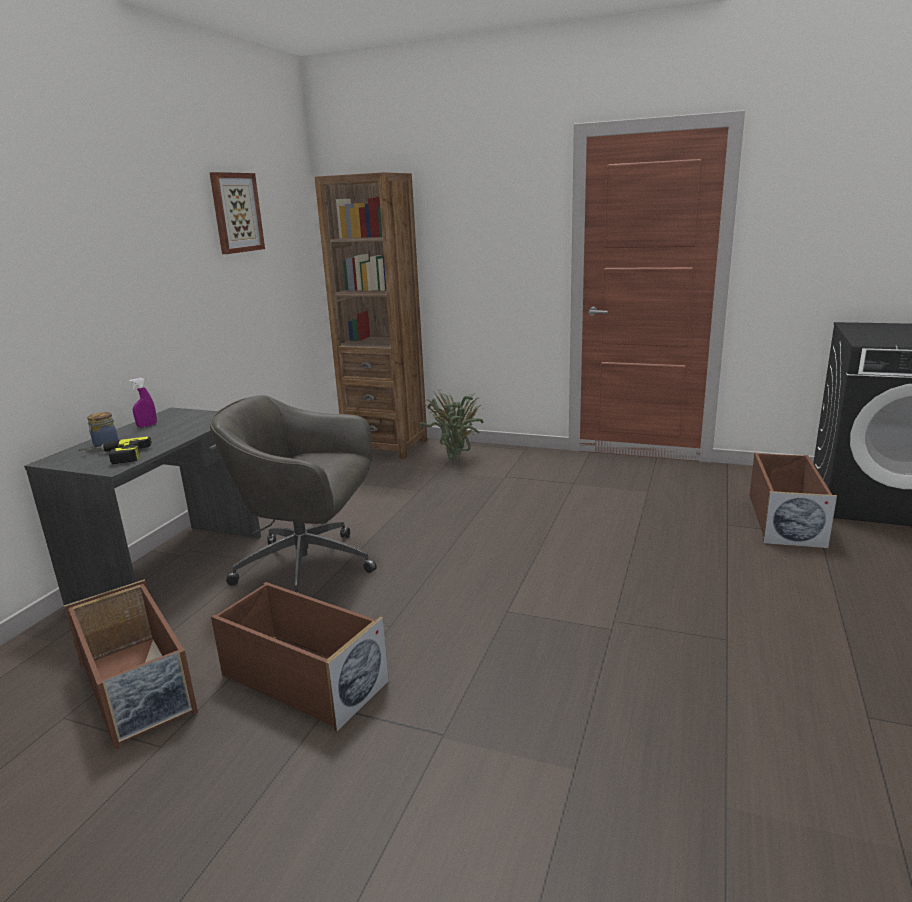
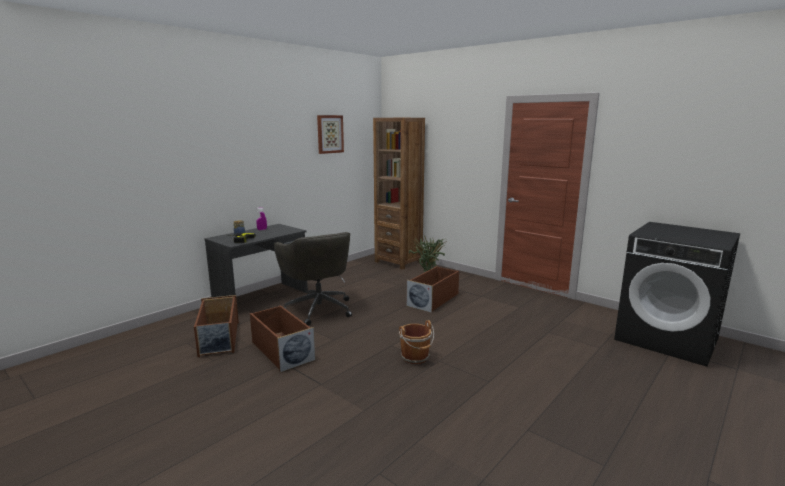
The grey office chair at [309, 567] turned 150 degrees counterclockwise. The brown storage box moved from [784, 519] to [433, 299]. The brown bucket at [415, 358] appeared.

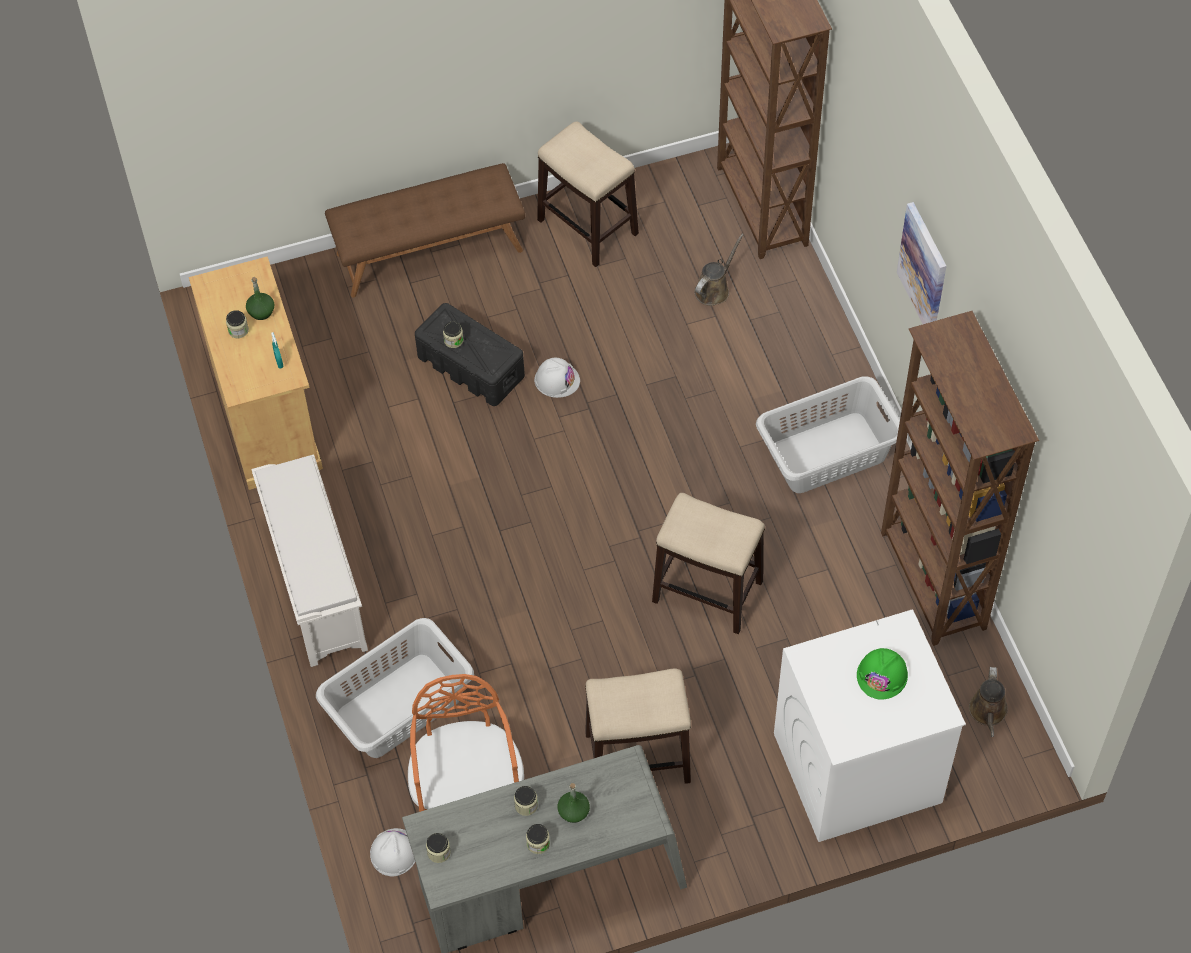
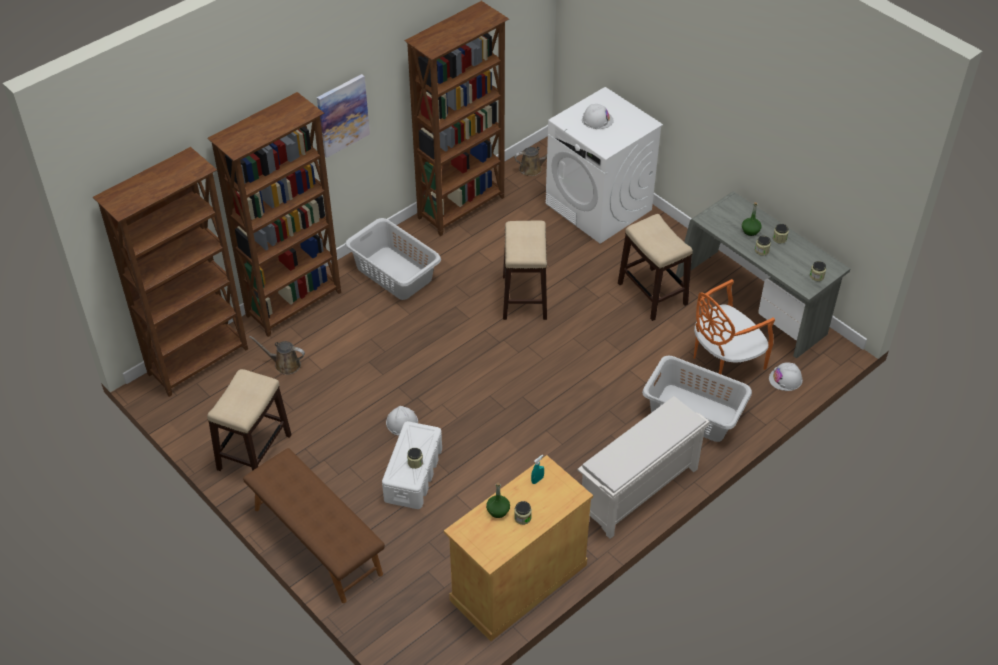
The black storage box at [471, 367] became the white storage box at [413, 474]. The green hard hat at [882, 675] became the white hard hat at [597, 120]. The brown bookcase at [295, 304] appeared.

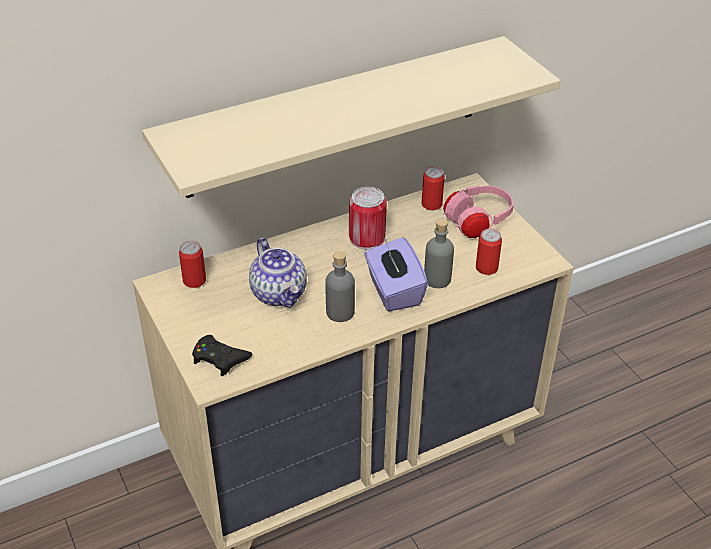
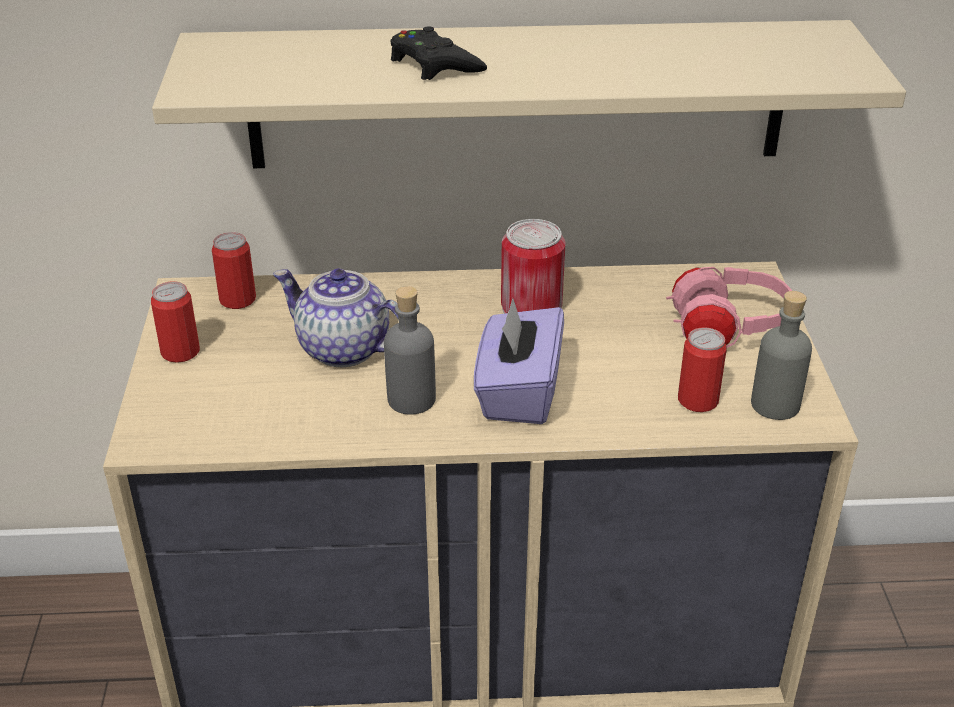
The can moved from [431, 204] to [180, 352]. The grey bottle moved from [437, 279] to [775, 404]. The teapot at [280, 294] turned 120 degrees clockwise. The black game controller moved from [219, 358] to [434, 64].

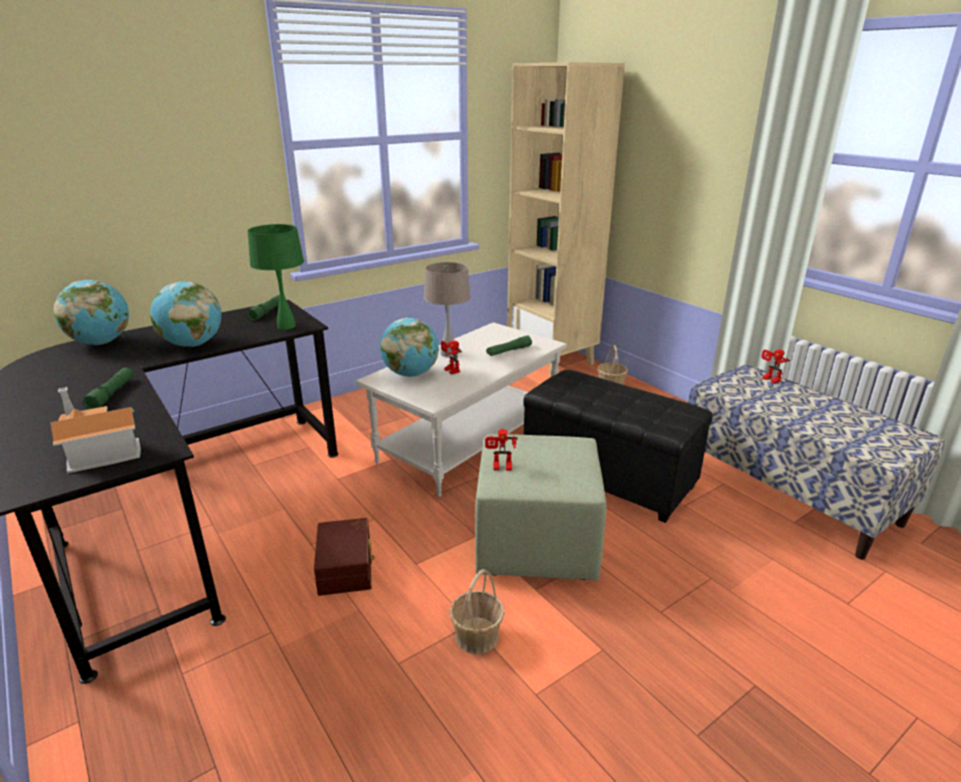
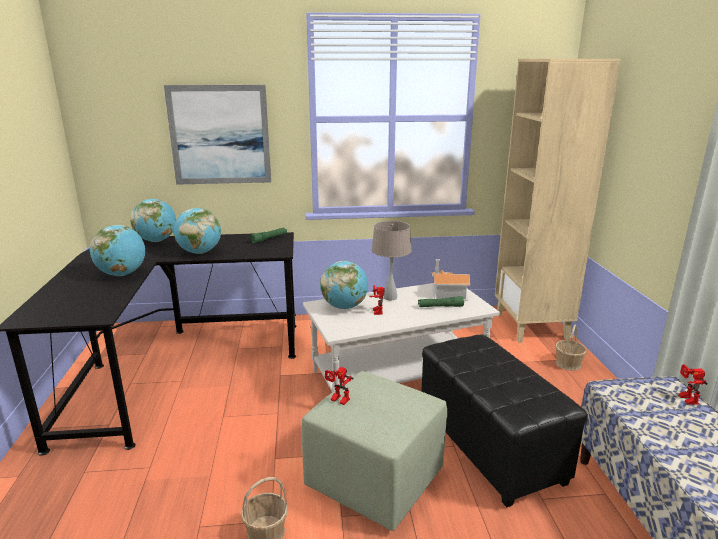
The green table lamp at [286, 326] disappeared. The green flashlight at [112, 394] was replaced by the globe at [122, 274]. The toy house moved from [97, 451] to [446, 293]. The brown storage box at [347, 567] disappeared. The picture at [220, 135] appeared.

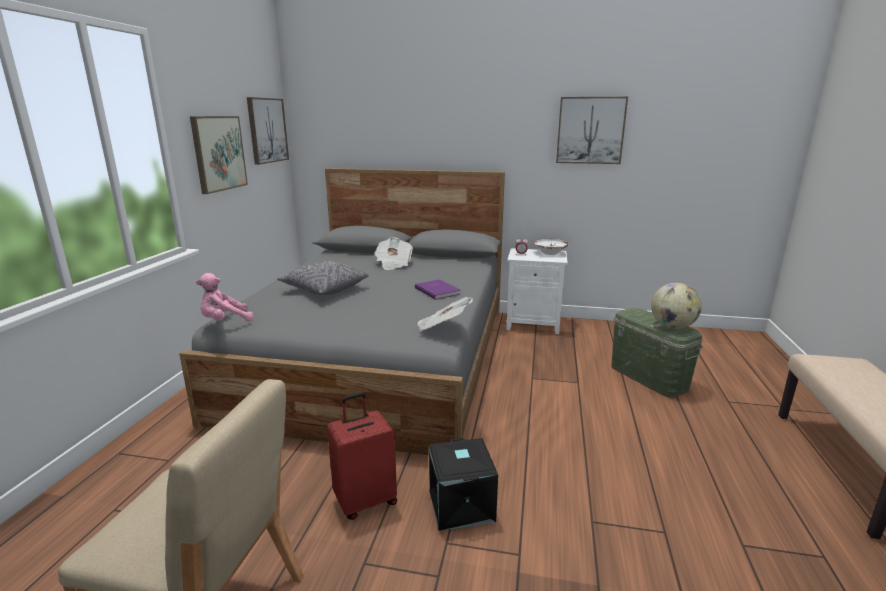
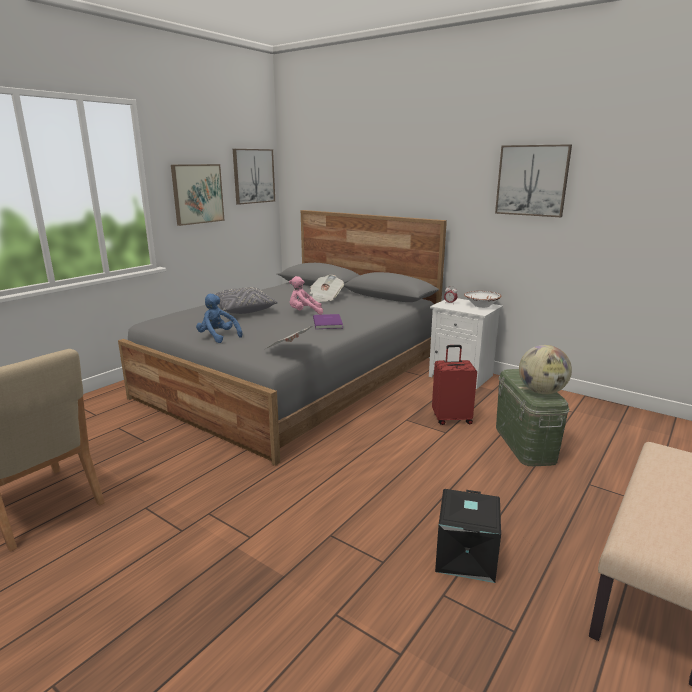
The pink plush toy moved from [225, 321] to [304, 313]. The red suitcase moved from [365, 500] to [451, 419]. The black storage box moved from [459, 505] to [464, 556]. The blue plush toy at [218, 337] appeared.

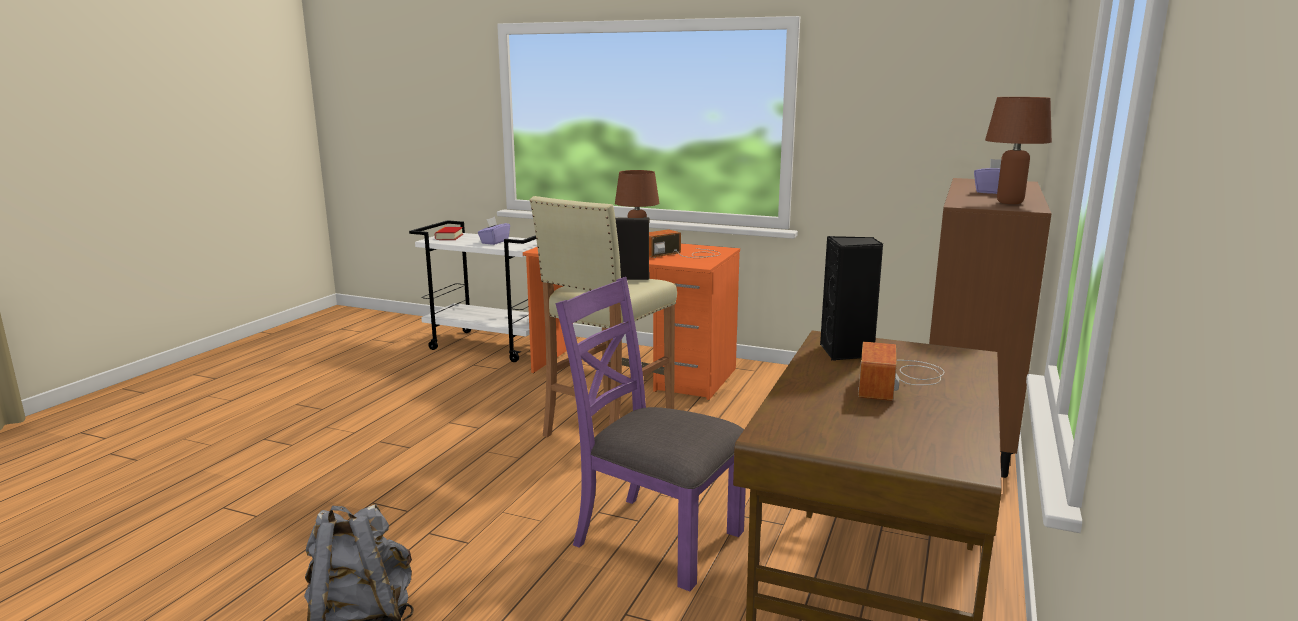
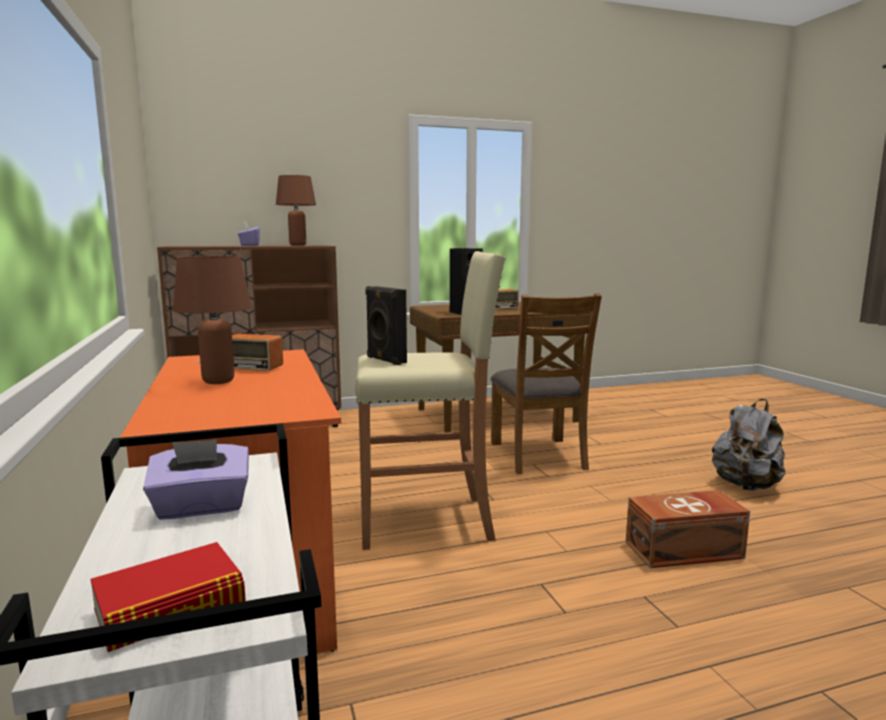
The purple chair at [656, 538] became the brown chair at [539, 455]. The brown storage box at [686, 551] appeared.

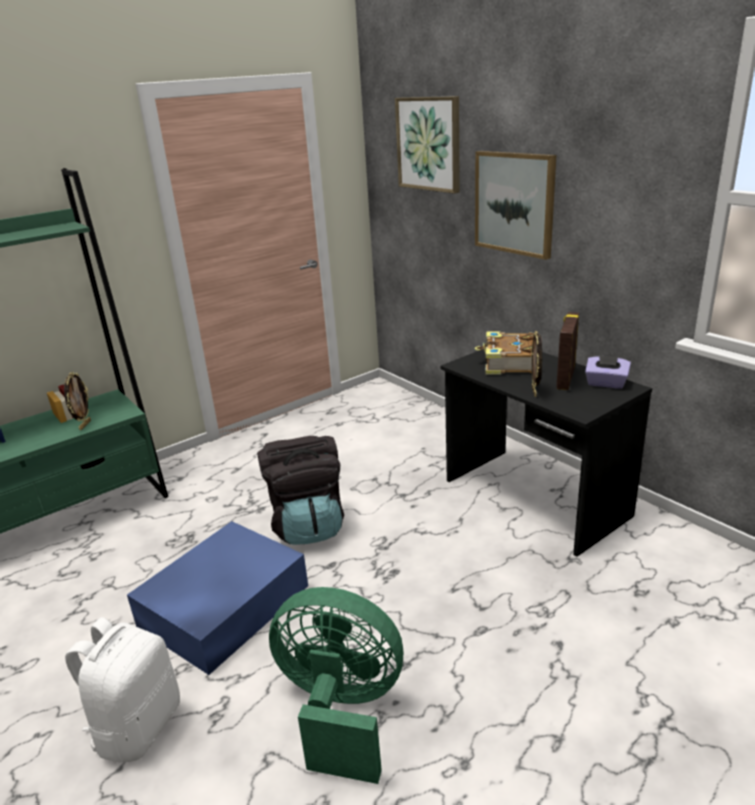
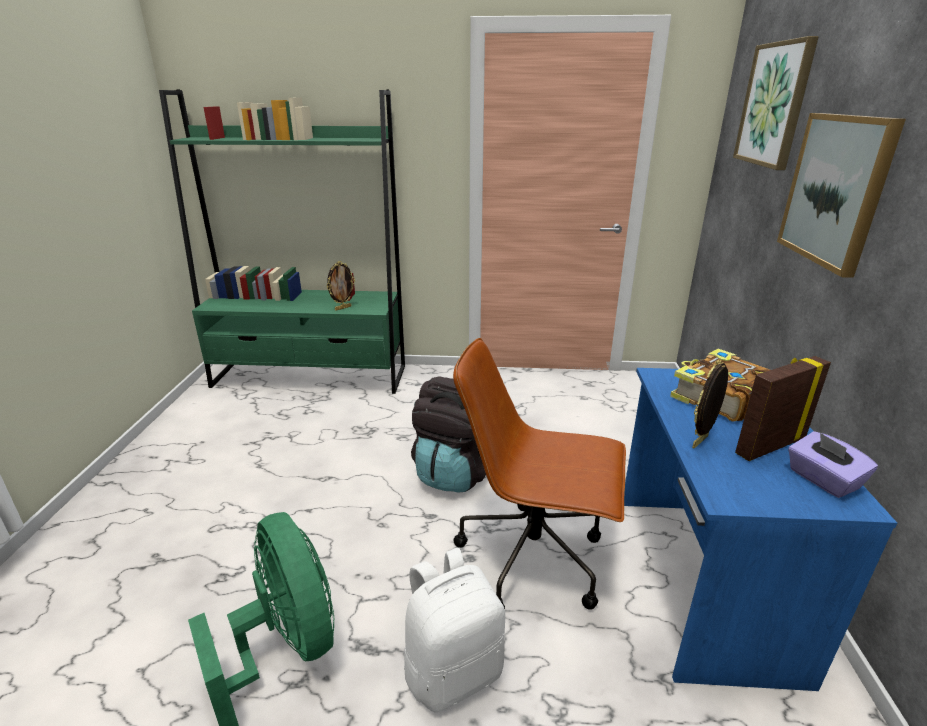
The black desk at [534, 499] became the blue desk at [699, 580]. The blue storage box at [222, 607] disappeared. The white backpack moved from [138, 726] to [453, 671]. The brown office chair at [534, 558] appeared.

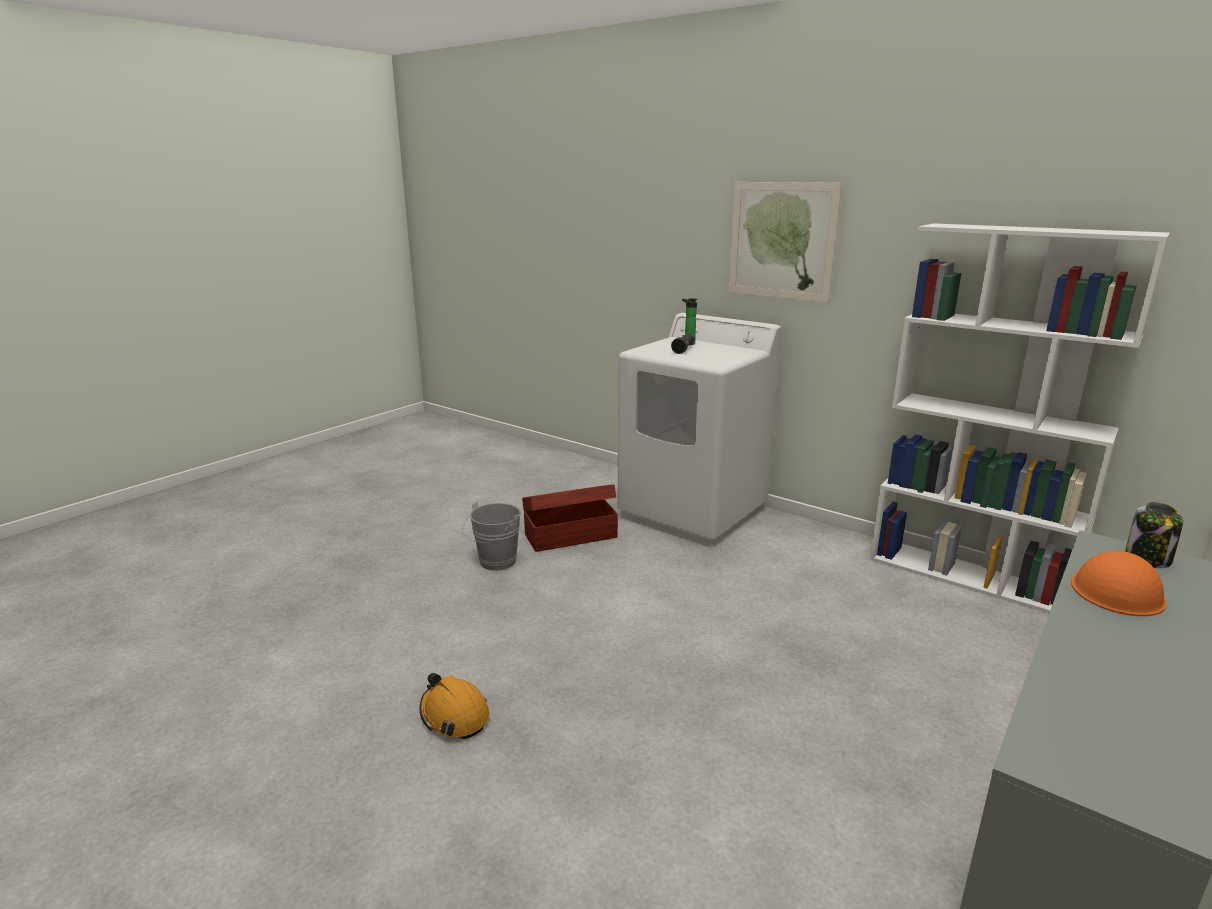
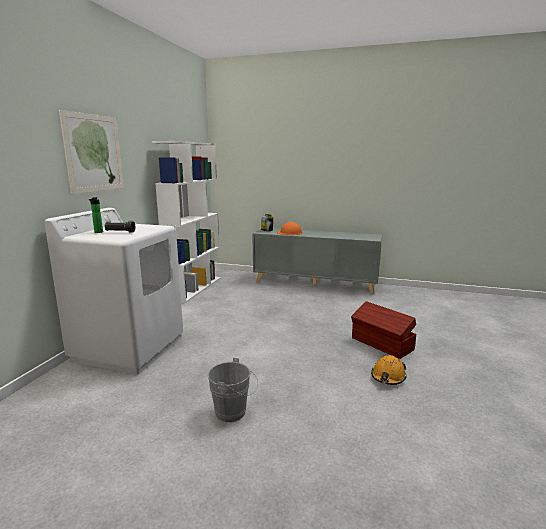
The brown storage box moved from [569, 535] to [382, 344].

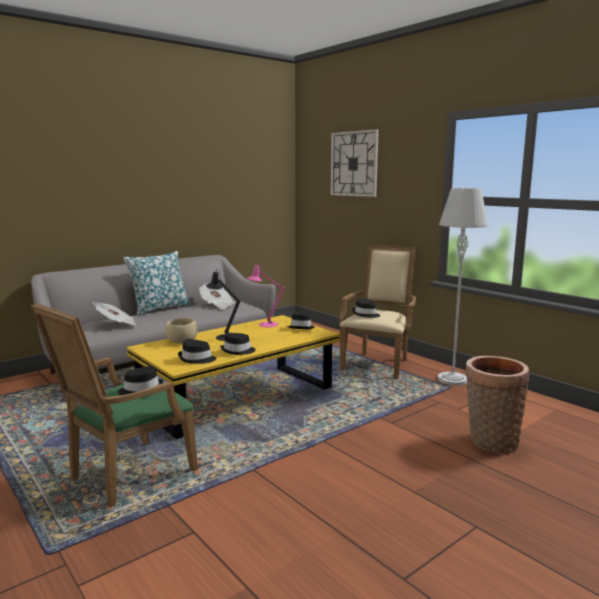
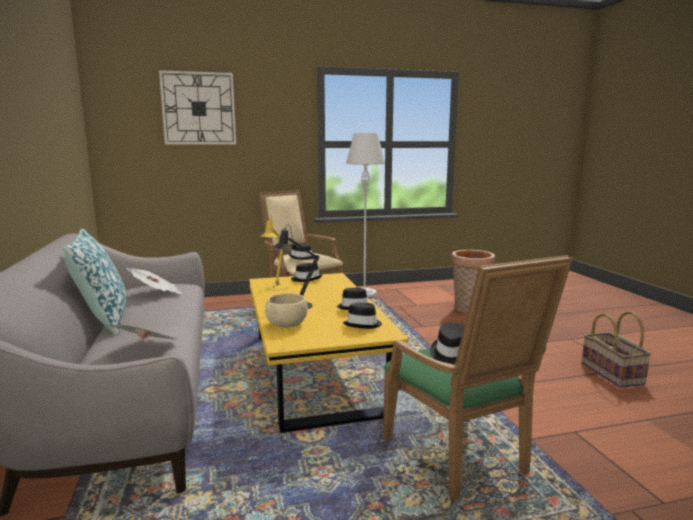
The pink table lamp at [265, 324] became the yellow table lamp at [275, 288]. The basket at [613, 373] appeared.

